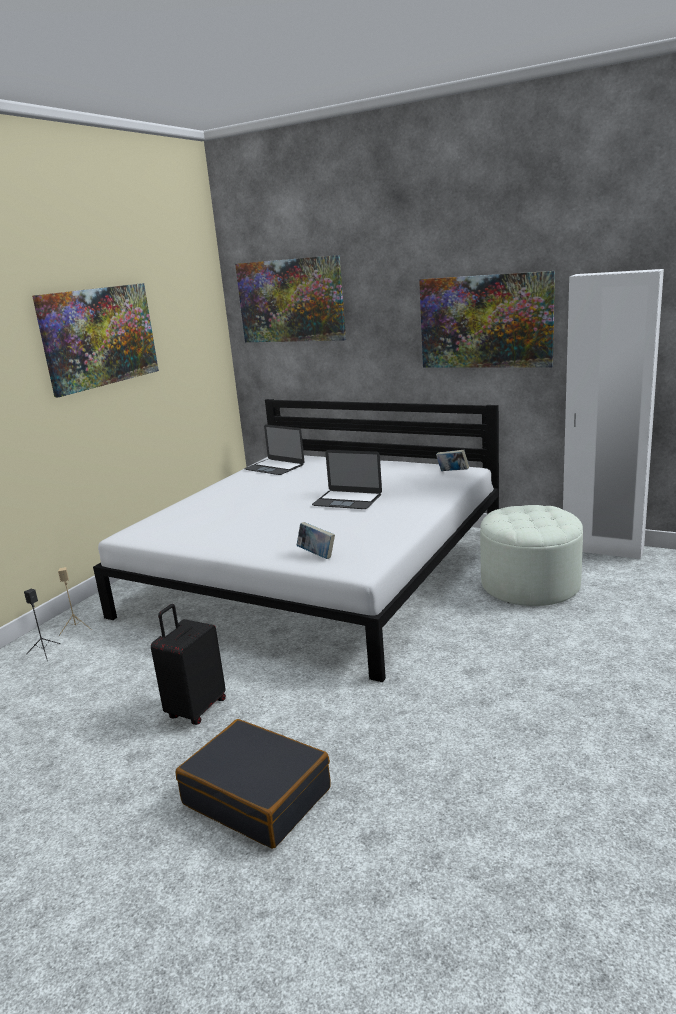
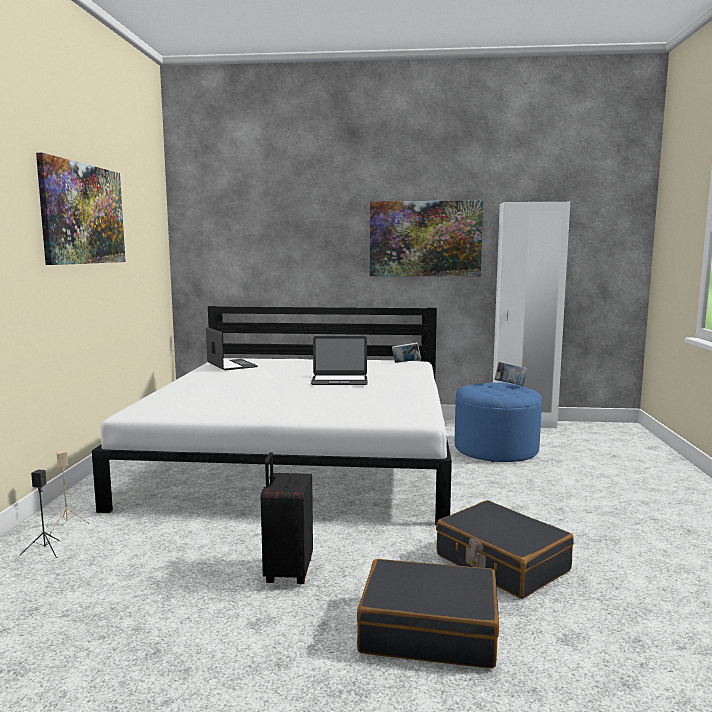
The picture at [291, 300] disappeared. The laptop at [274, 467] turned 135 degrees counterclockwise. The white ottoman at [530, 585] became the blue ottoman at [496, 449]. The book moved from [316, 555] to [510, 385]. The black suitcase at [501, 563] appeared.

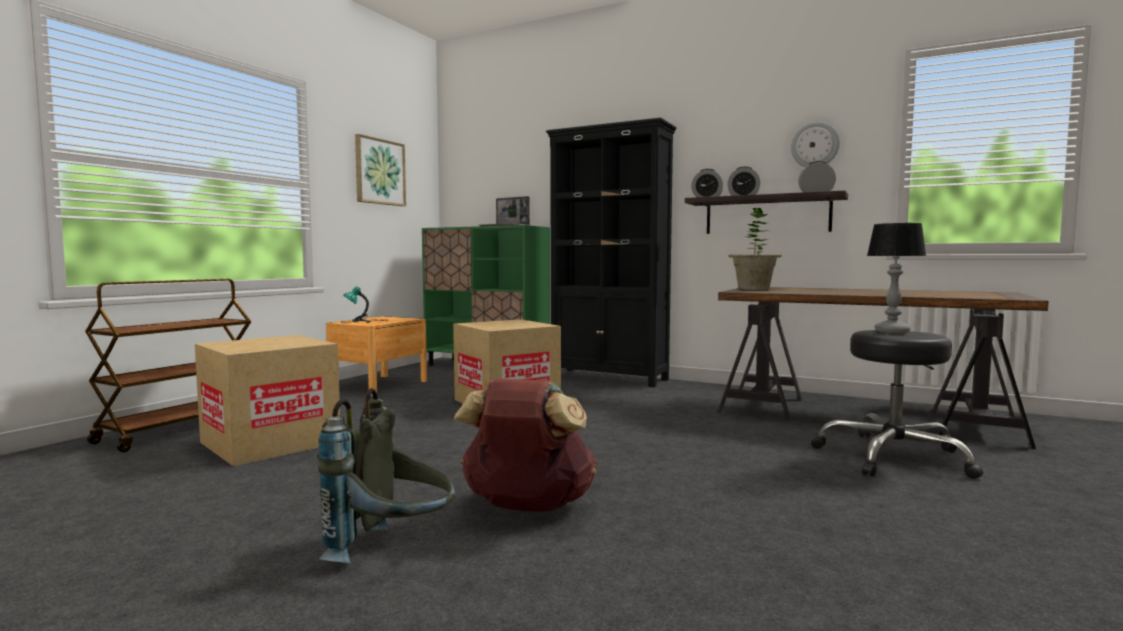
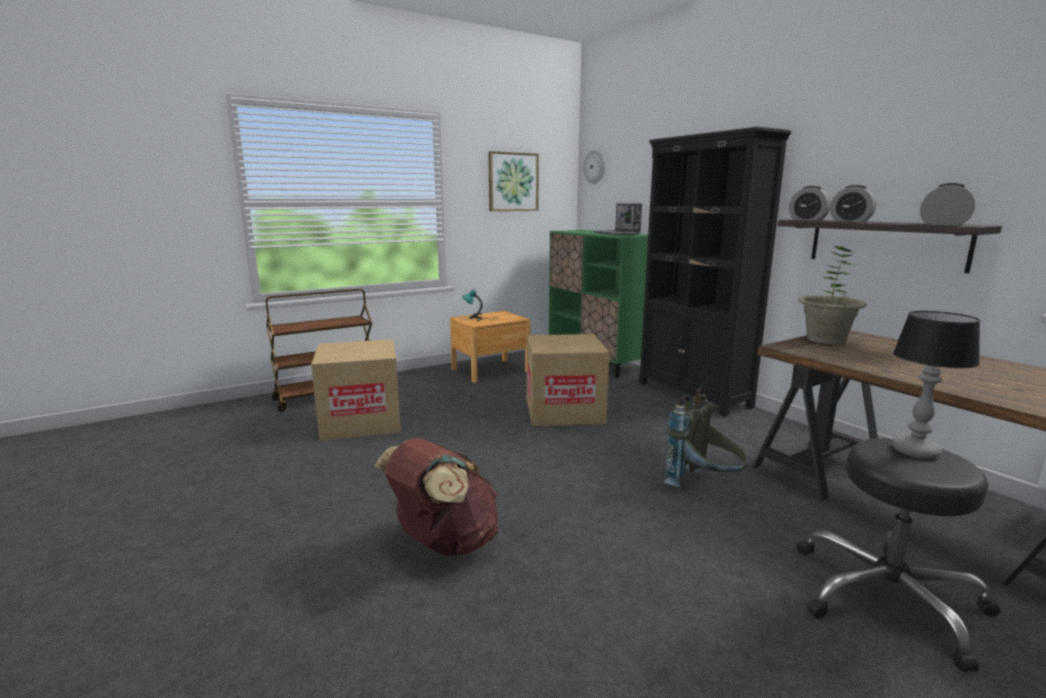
The wall clock moved from [815, 145] to [595, 167]. The grey backpack moved from [393, 551] to [704, 486].

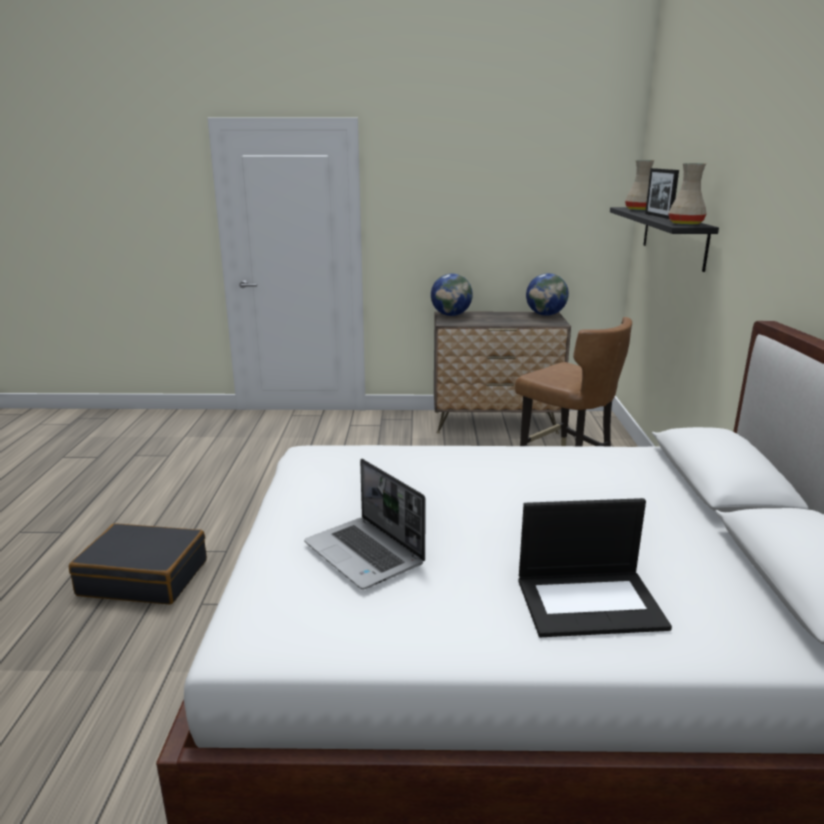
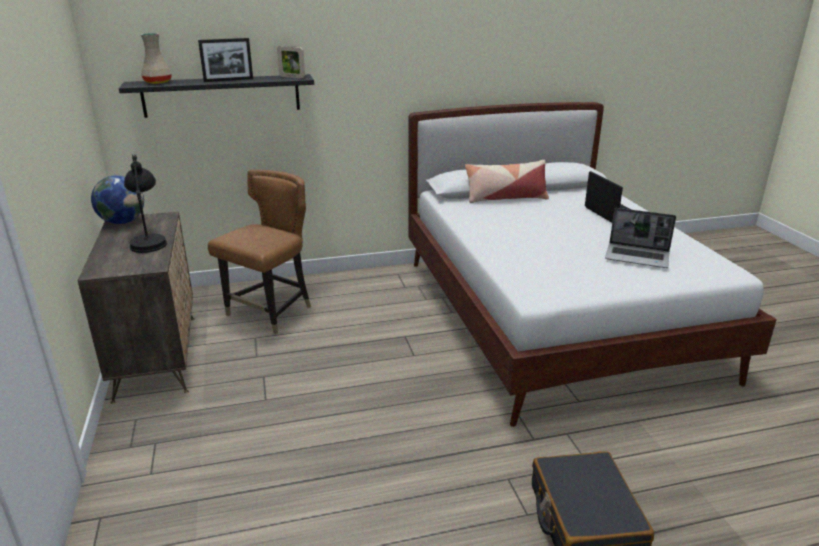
The beige vase at [686, 224] was replaced by the picture frame at [292, 77]. The globe at [451, 315] disappeared. The laptop at [365, 554] turned 75 degrees clockwise. The black table lamp at [148, 239] appeared. The pillow at [505, 198] appeared.

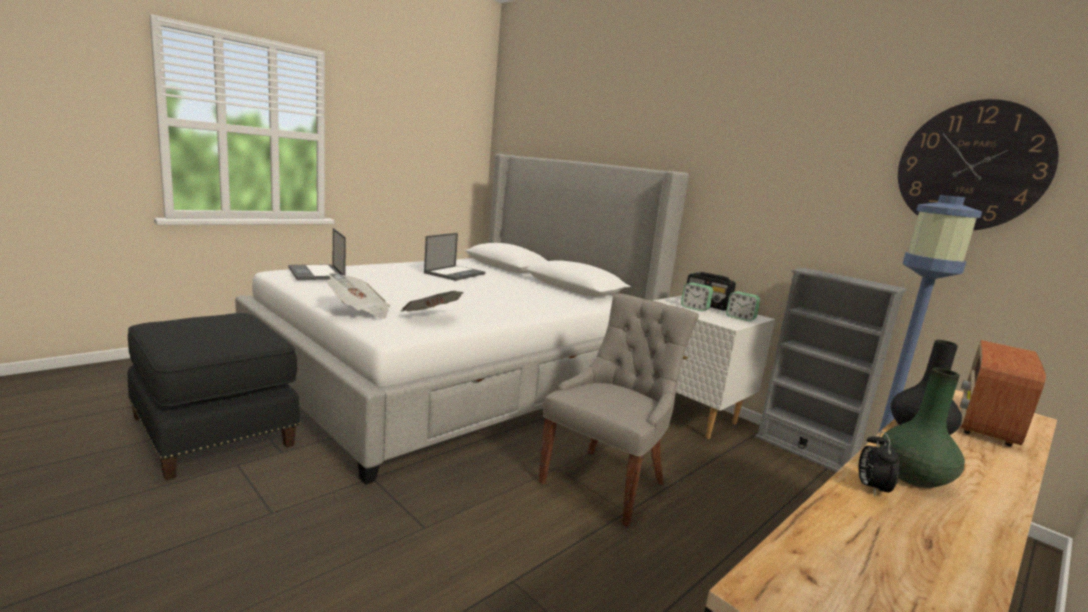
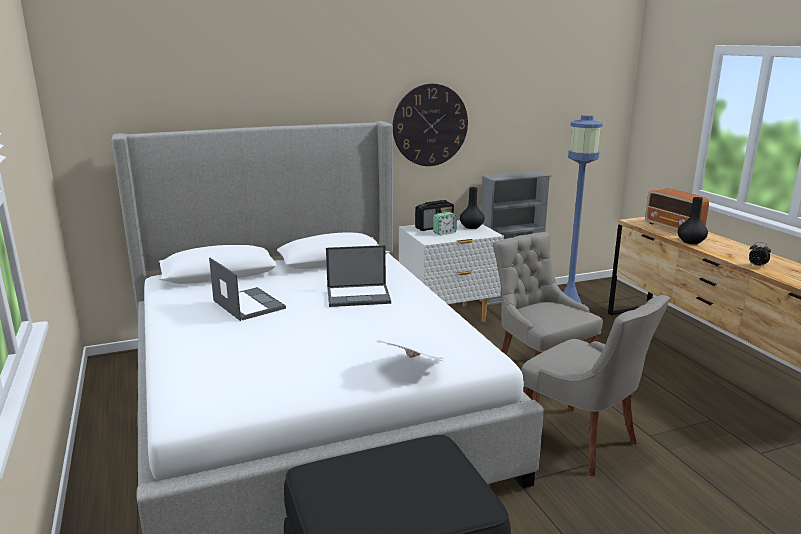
The wall clock moved from [972, 166] to [430, 125]. The laptop moved from [317, 273] to [359, 296]. The newspaper at [430, 318] disappeared. The alarm clock at [740, 318] was replaced by the black vase at [471, 227]. The green vase at [913, 477] disappeared. The grey chair at [582, 442] appeared.

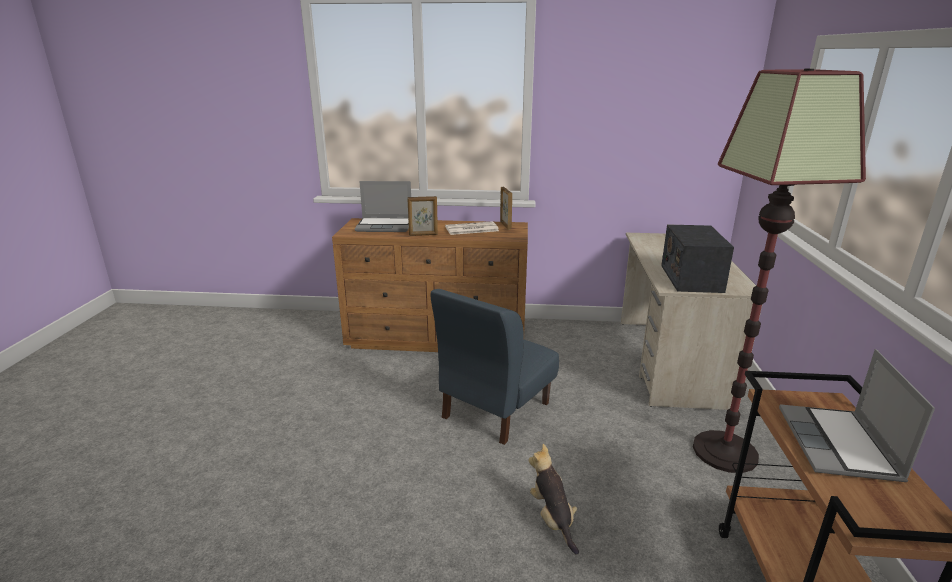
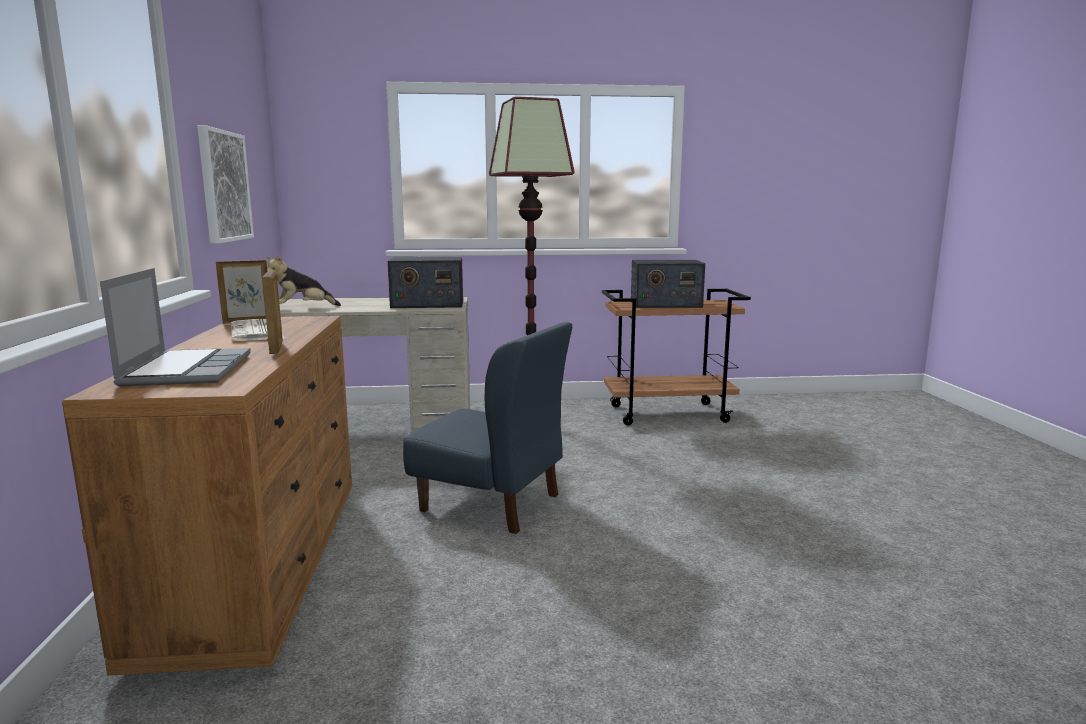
The laptop at [839, 445] was replaced by the radio at [665, 304]. The plush toy moved from [552, 518] to [302, 308]. The picture at [224, 186] appeared.

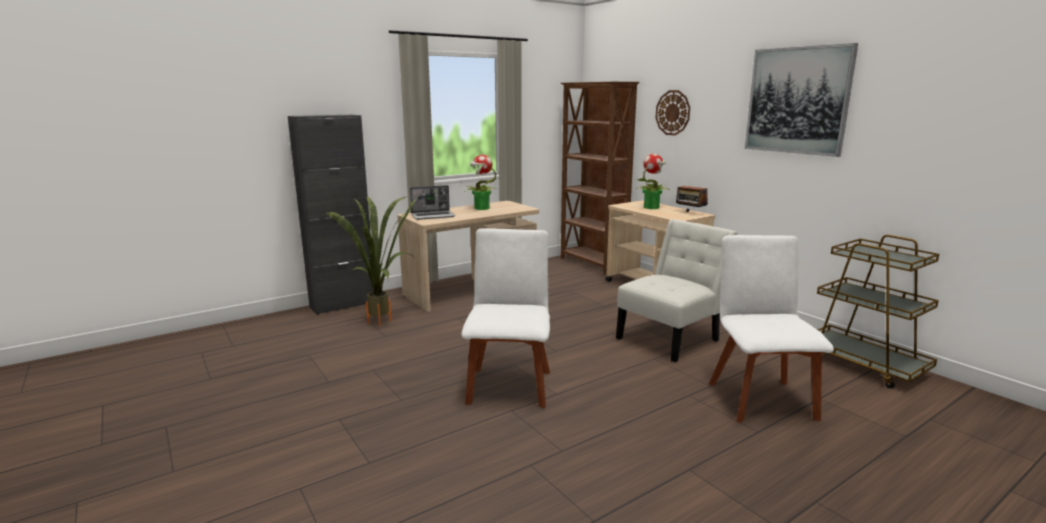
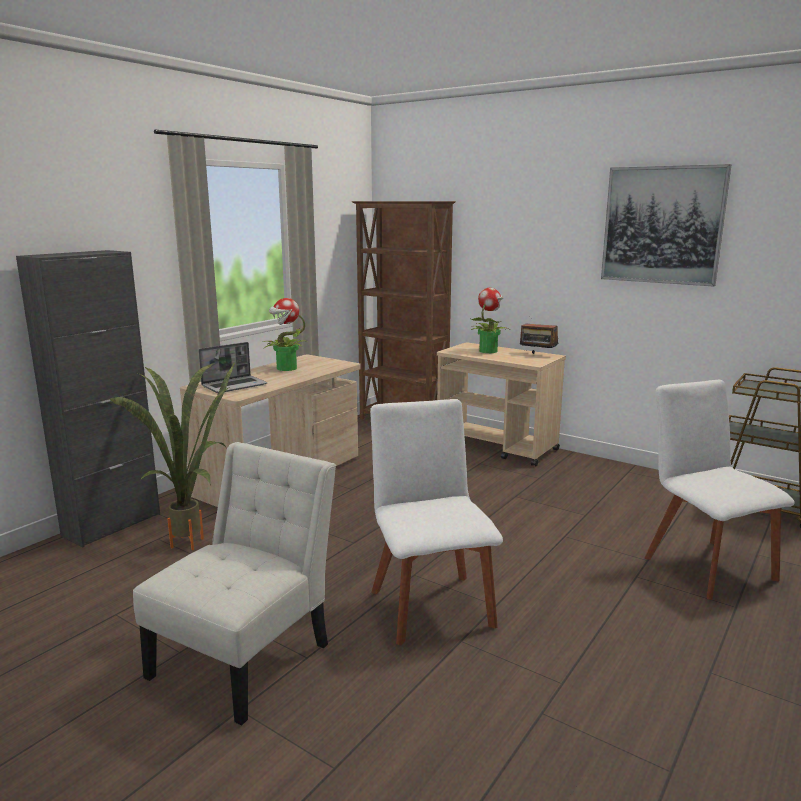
The wall clock at [673, 112] disappeared. The white chair moved from [671, 338] to [247, 655].

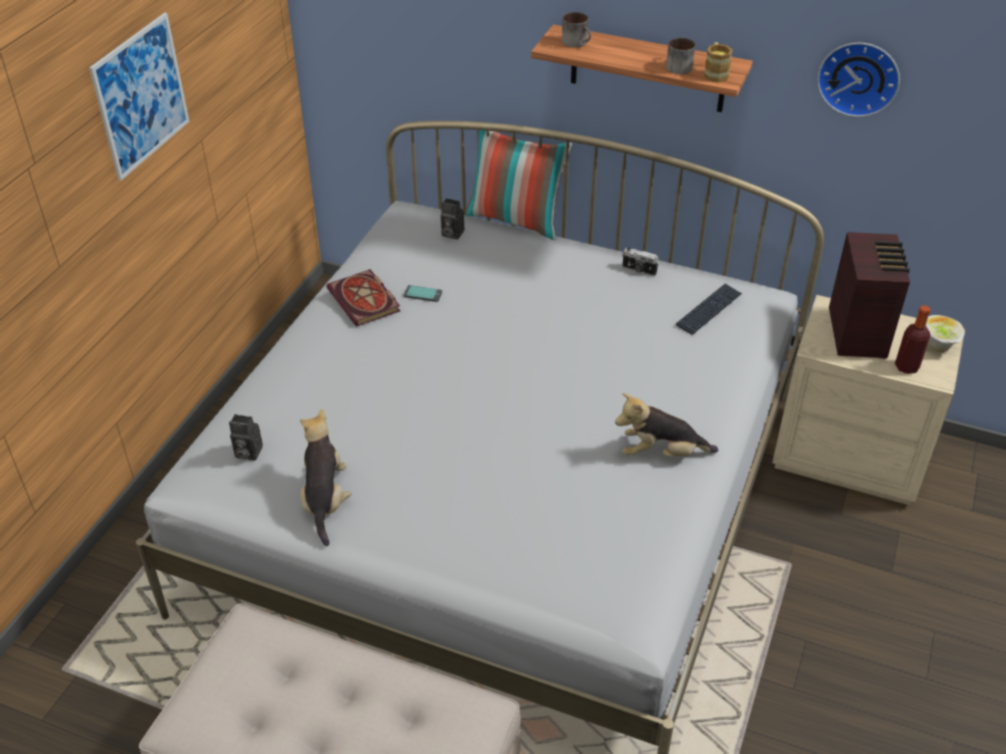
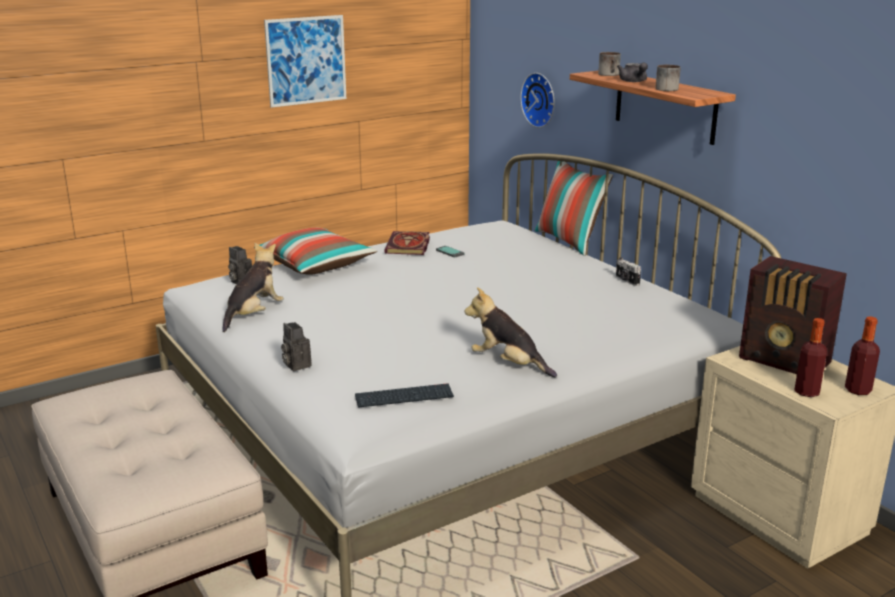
The mug at [715, 73] disappeared. The wall clock moved from [859, 77] to [540, 100]. The photo camera moved from [451, 233] to [295, 365]. The radio at [858, 332] turned 90 degrees clockwise. The keyboard moved from [709, 310] to [404, 397]. The bowl at [937, 346] was replaced by the bottle at [858, 390]. The grey teapot at [633, 81] appeared. The pillow at [315, 265] appeared.

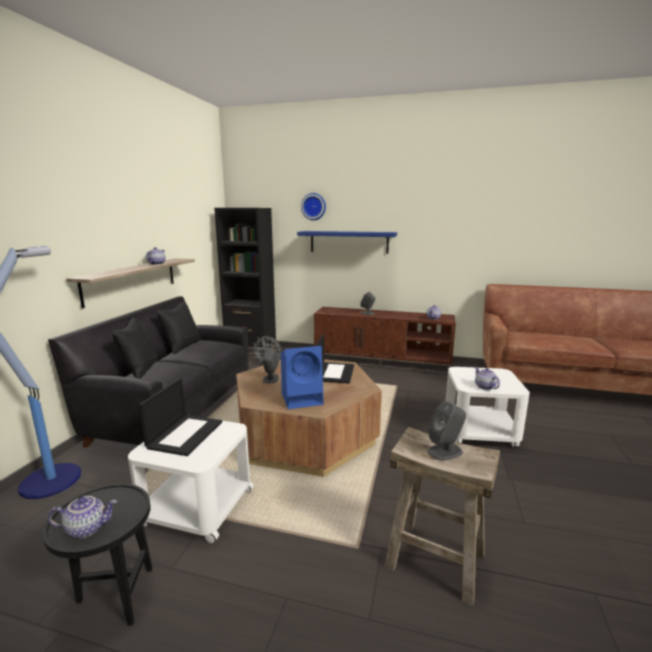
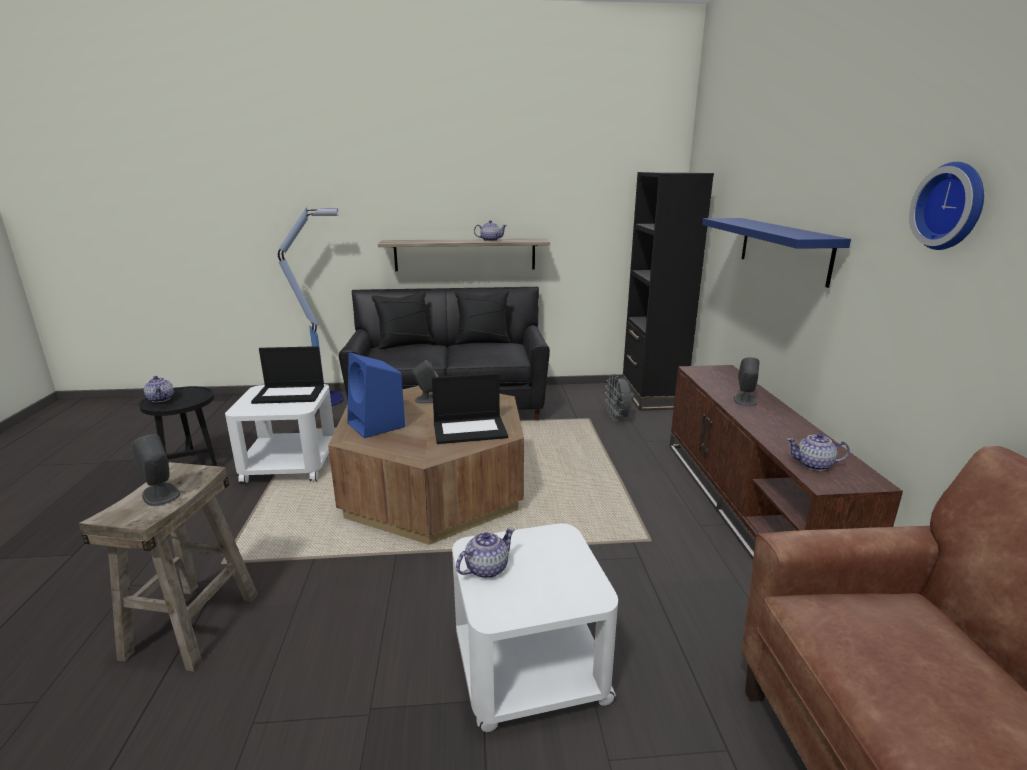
The wall clock moved from [314, 206] to [953, 206].

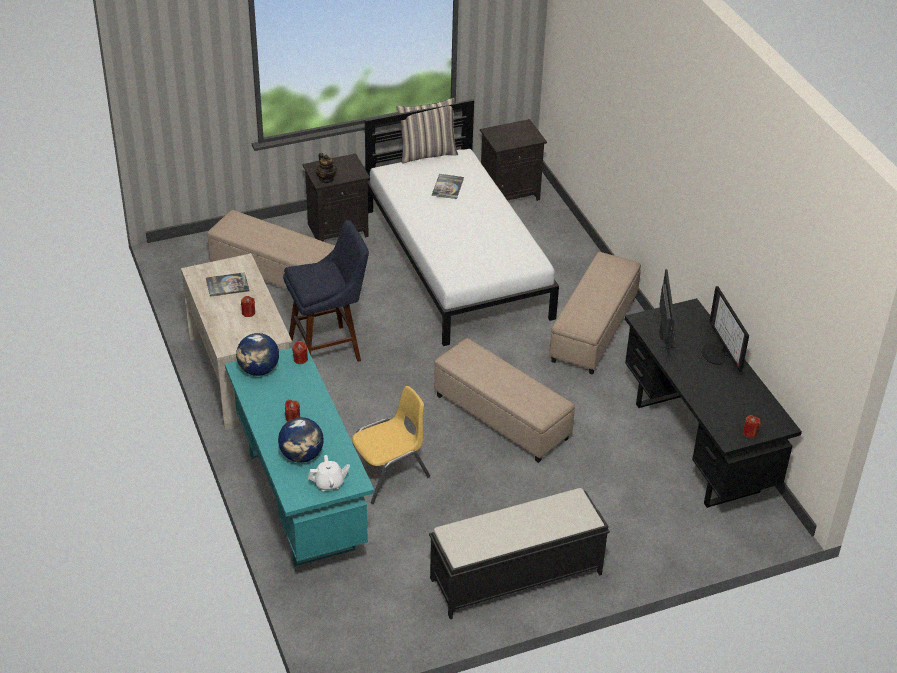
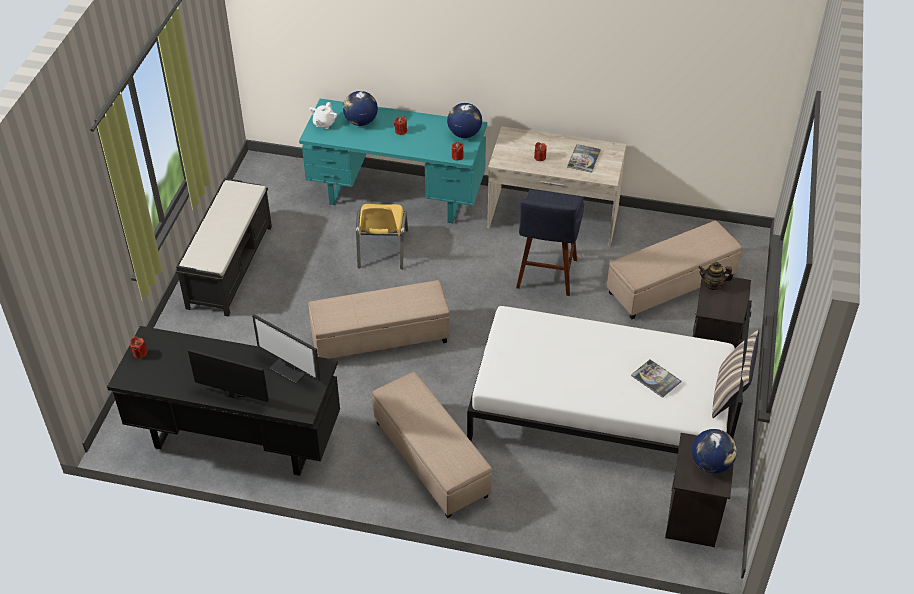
The globe at [711, 464] appeared.

